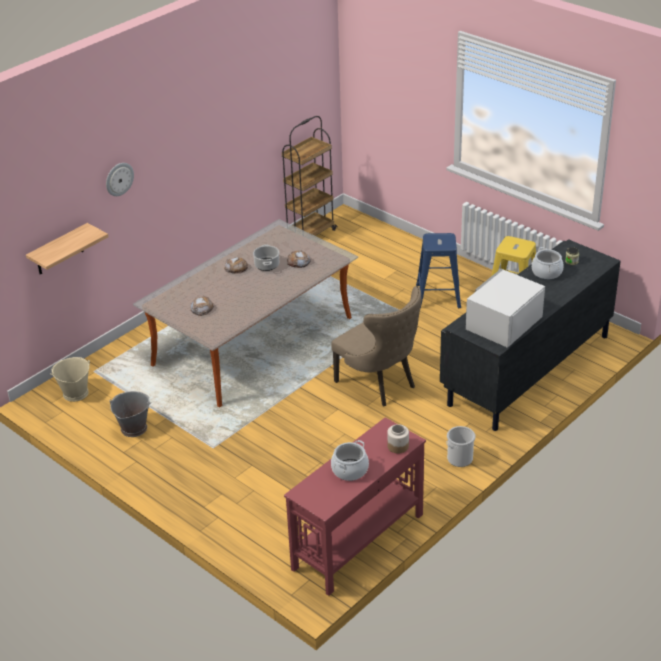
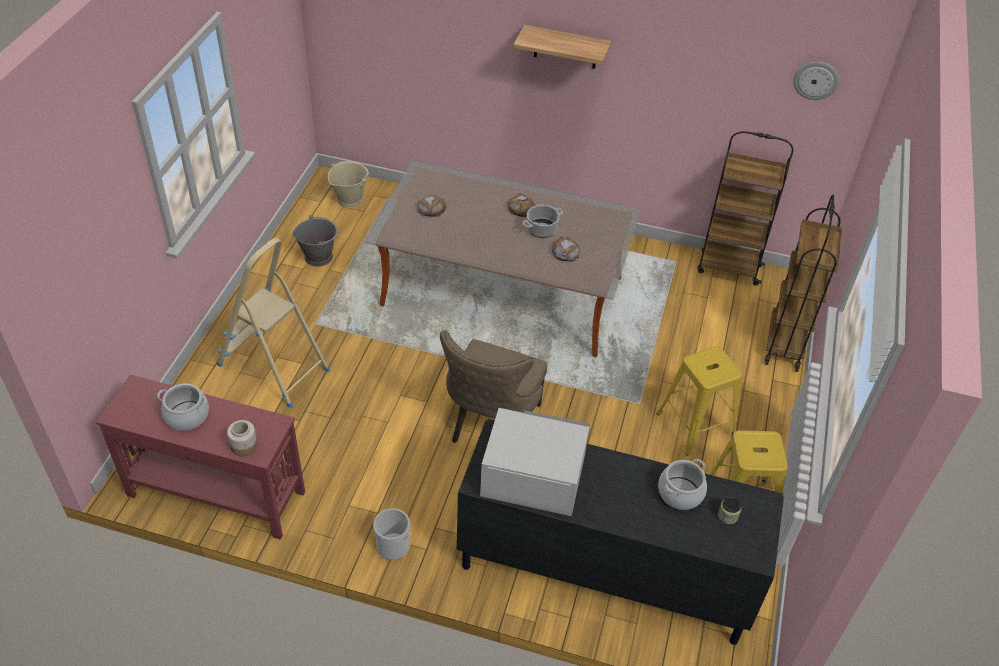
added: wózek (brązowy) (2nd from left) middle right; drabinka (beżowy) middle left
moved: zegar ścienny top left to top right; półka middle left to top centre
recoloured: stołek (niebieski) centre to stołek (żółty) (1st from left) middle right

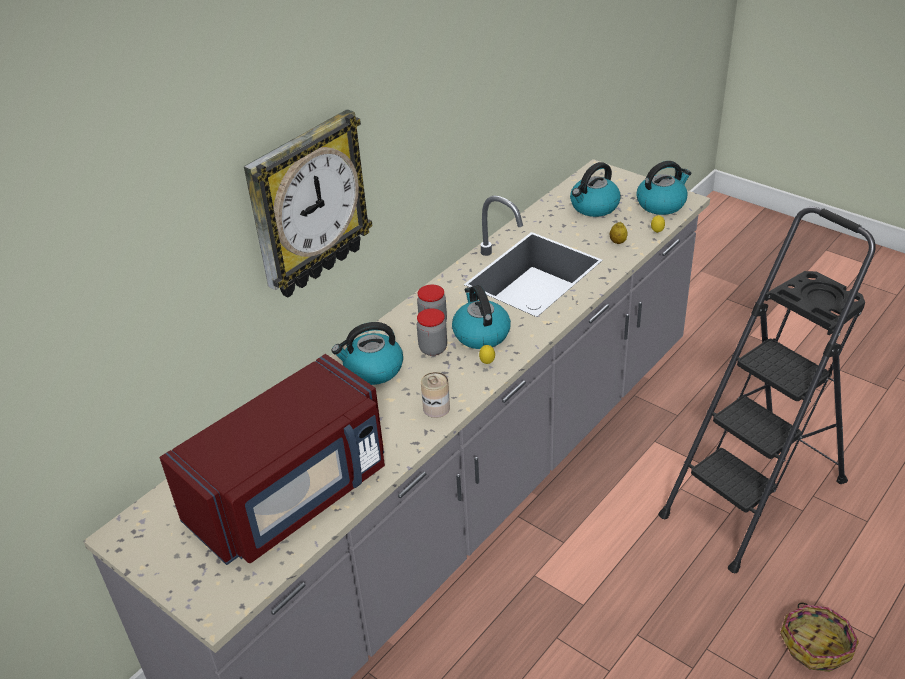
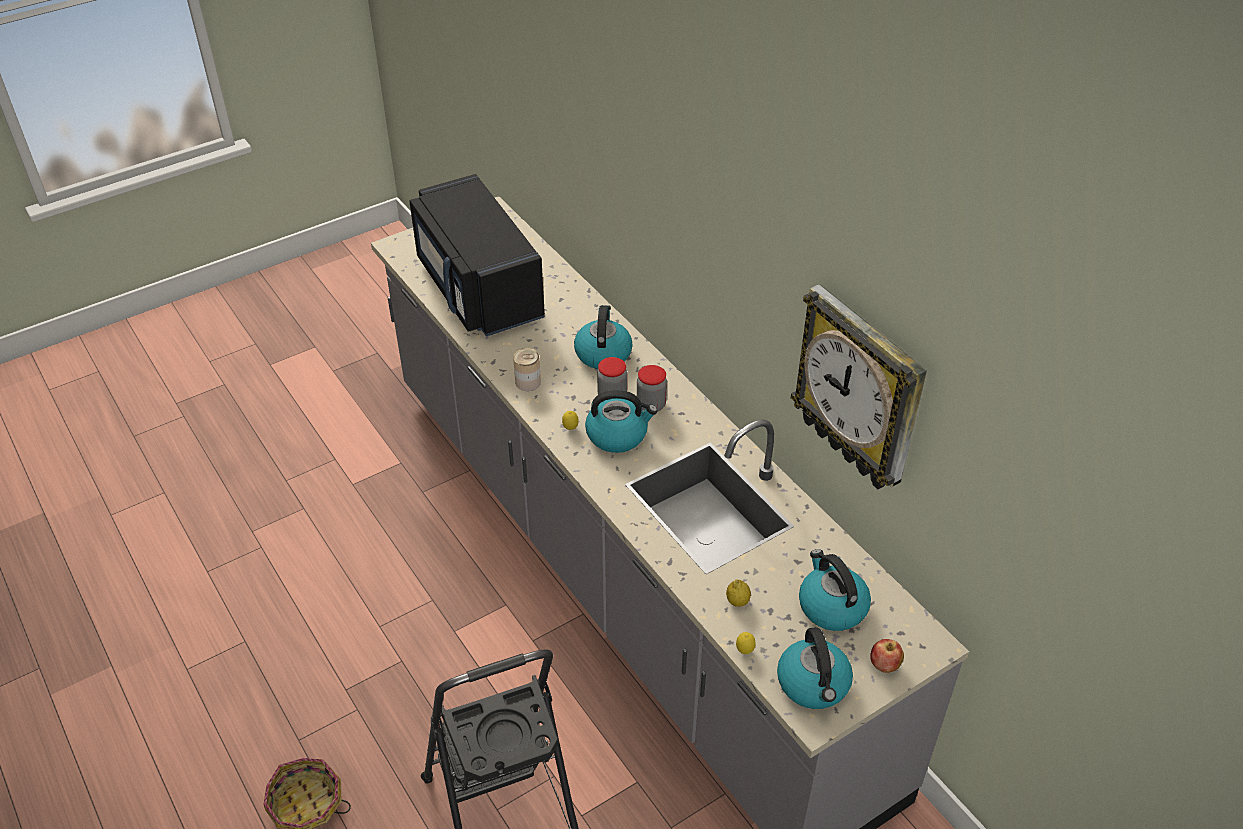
added: jabłko bottom right
moved: zegar ścienny top centre to middle right
recoloured: mikrofalówka (czerwony) bottom left to mikrofalówka (czarny) top centre

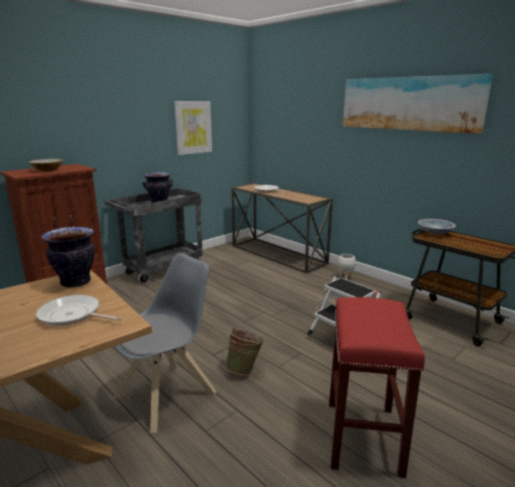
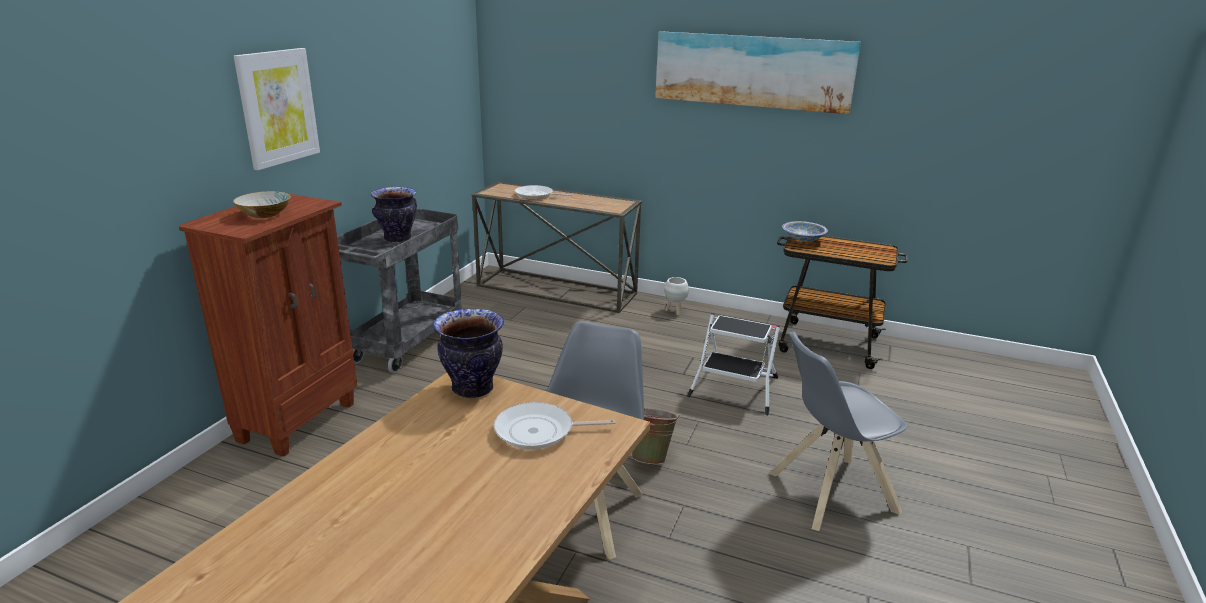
moved: obraz (1st from left) top centre to top left
replaced: stołek (czerwony) bottom right to krzesło (szary) (2nd from left) bottom right

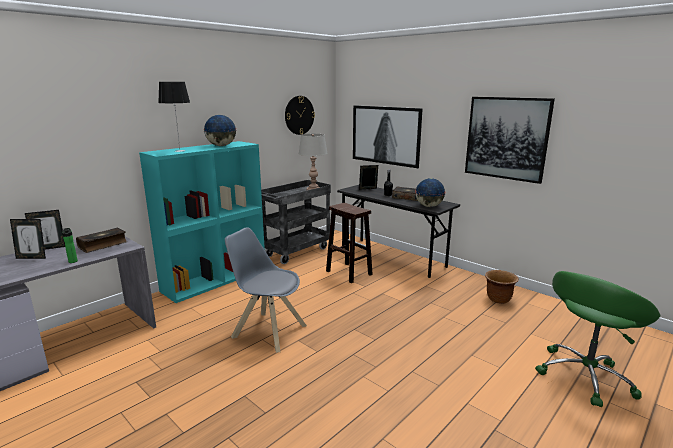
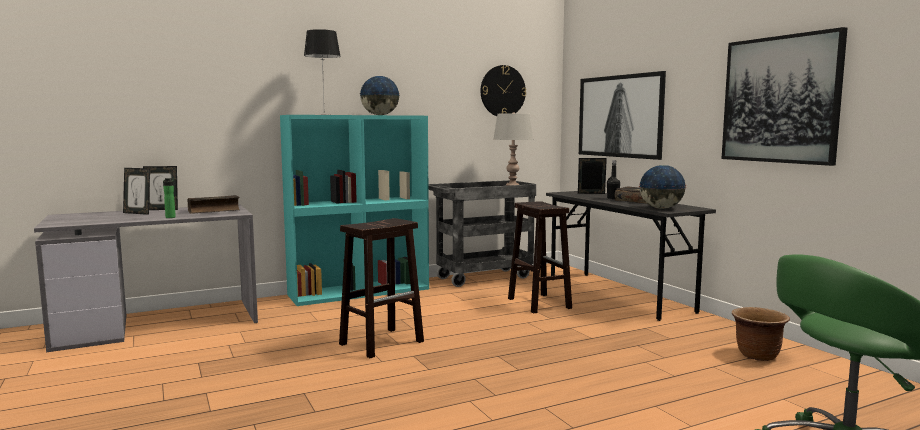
replaced: krzesło (szary) centre to stołek (brązowy) (1st from left) bottom centre

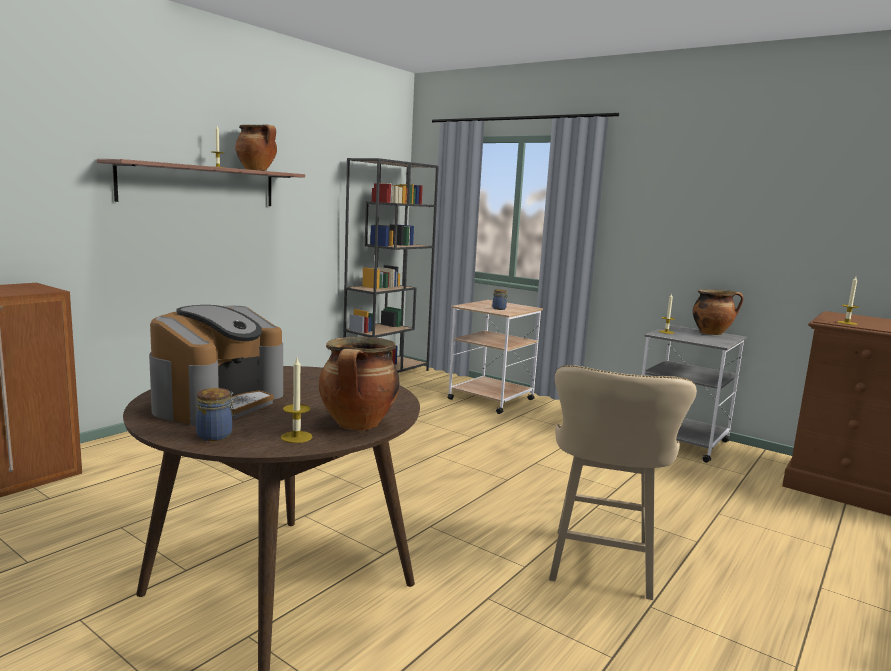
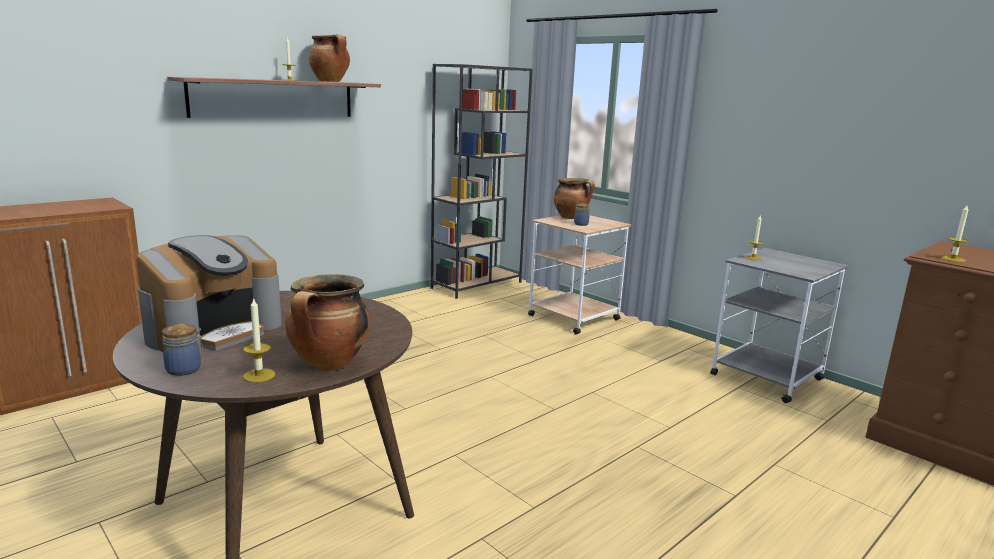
removed: stołek (beżowy) bottom right
moved: garnek (3rd from left) middle right to centre

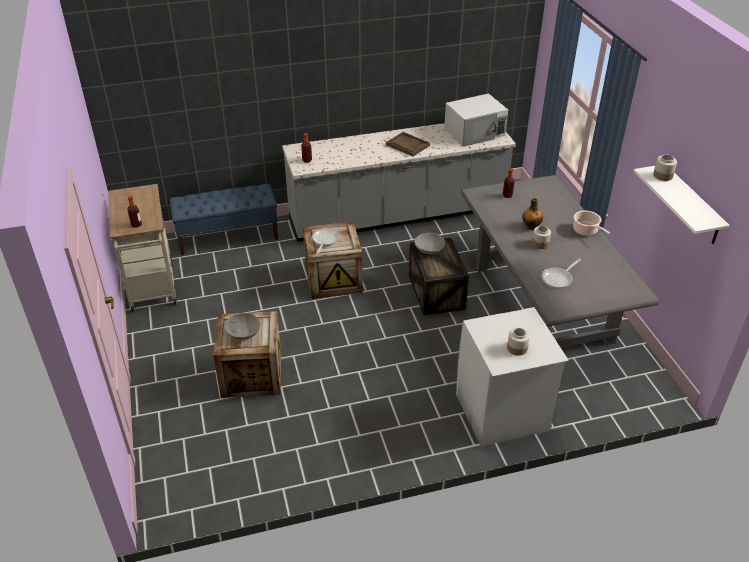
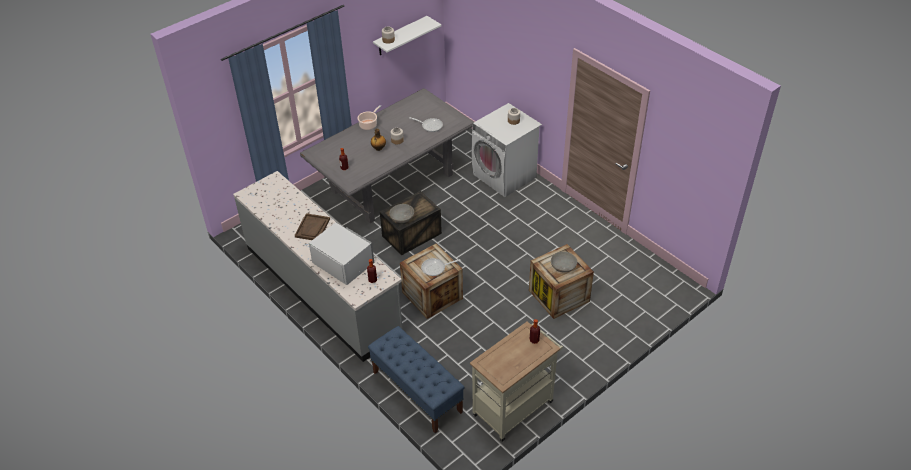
moved: mikrofalówka (biały) top centre to centre

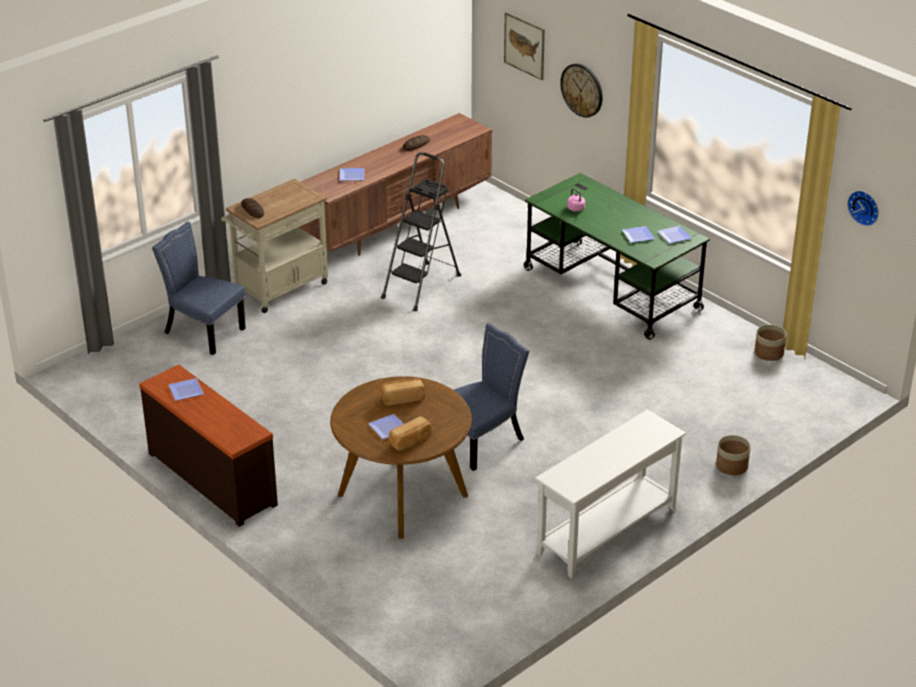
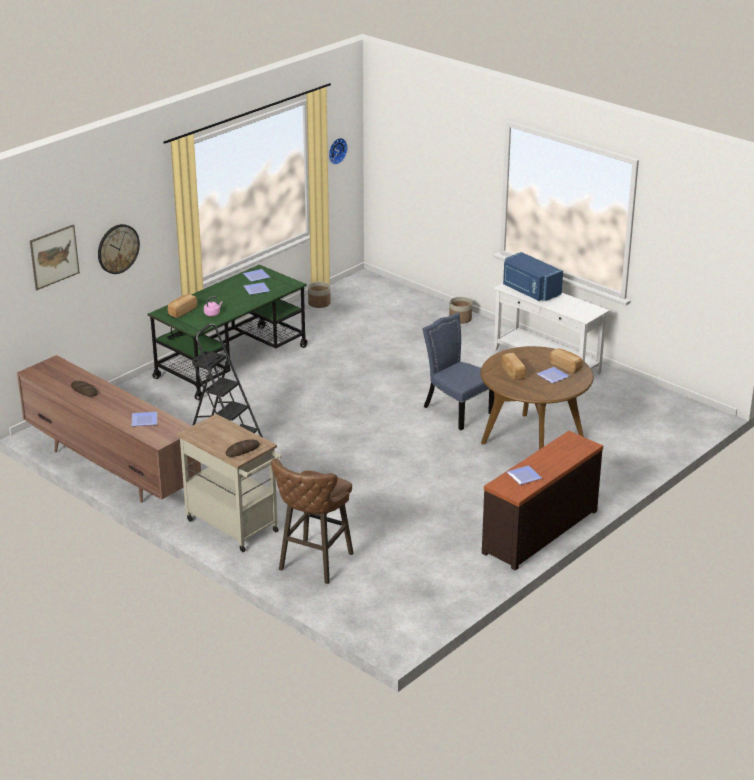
added: mikrofalówka (niebieski) middle right; chleb (2nd from left) middle left
replaced: krzesło (niebieski) (1st from left) middle left to stołek (brązowy) bottom centre

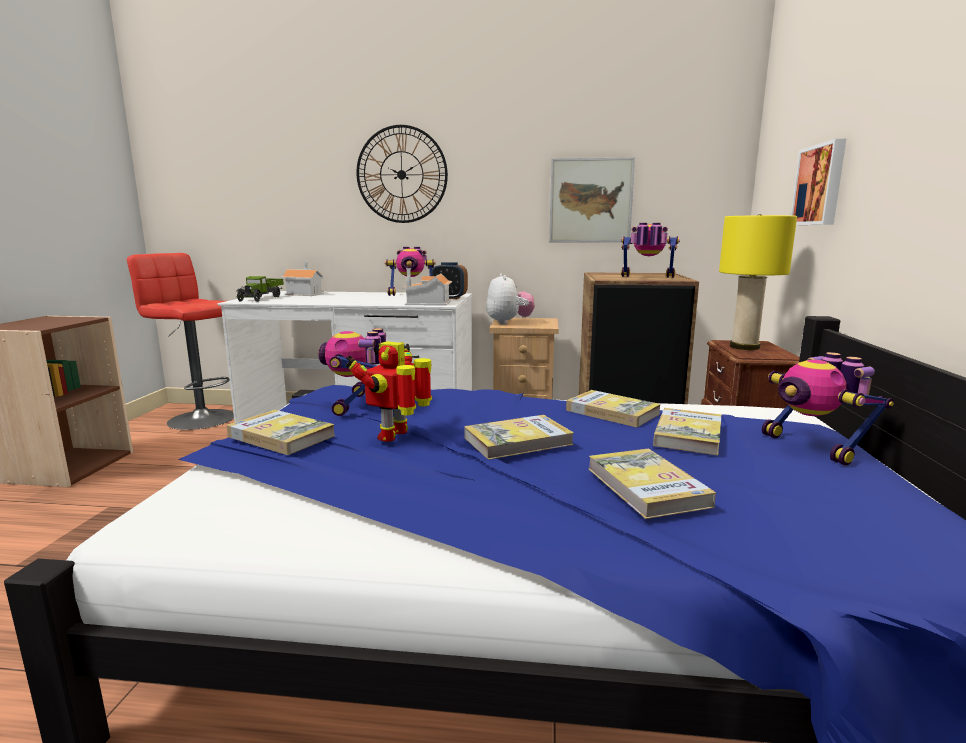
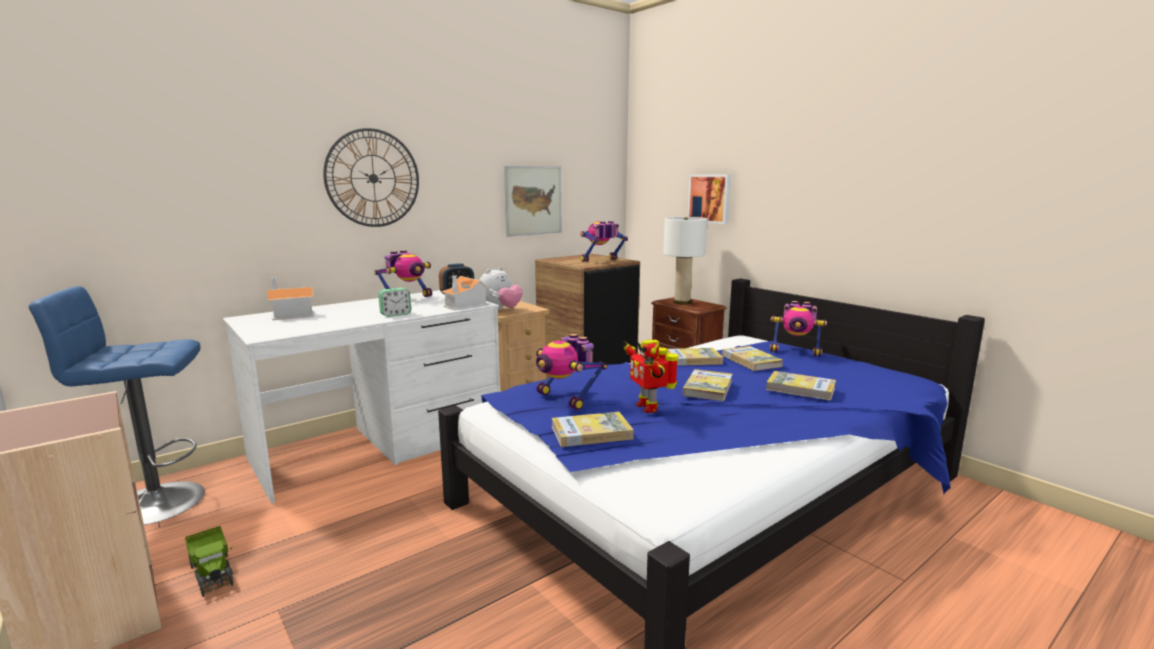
added: budzik (1st from left) centre
moved: ciężarówka zabawkowa middle left to bottom left
recoloured: lampa stołowa (żółty) middle right to lampa stołowa (biały) centre; stołek (czerwony) middle left to stołek (niebieski) middle left
turned: pluszak centre = centre 90 degrees clockwise

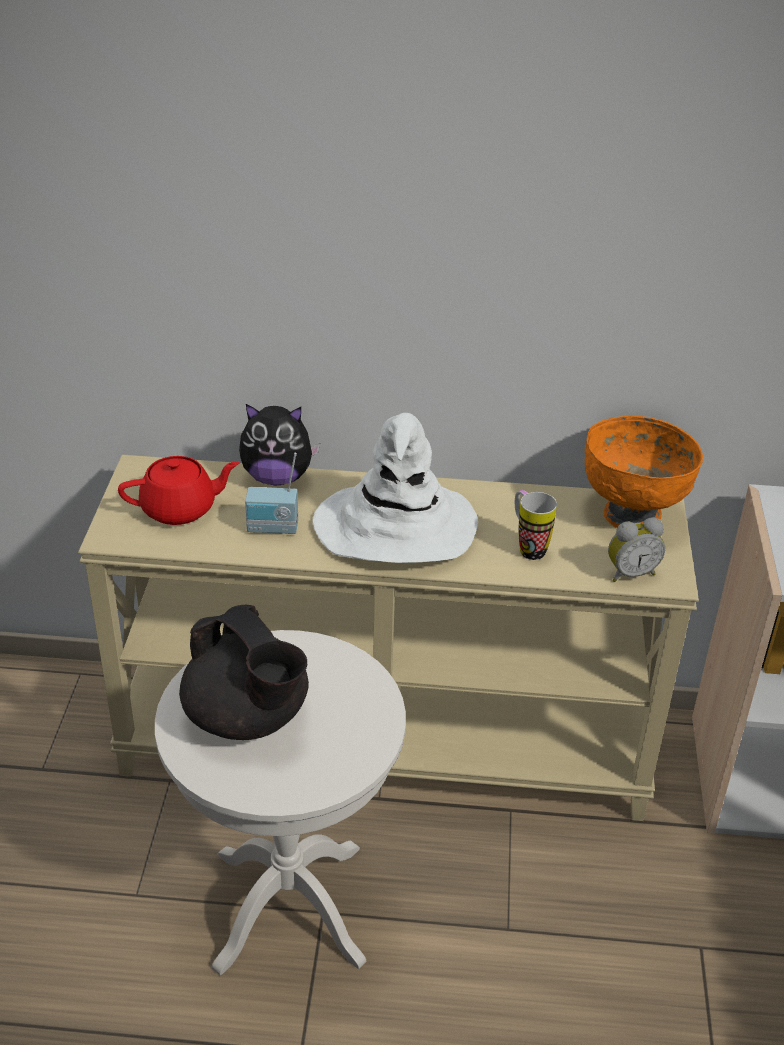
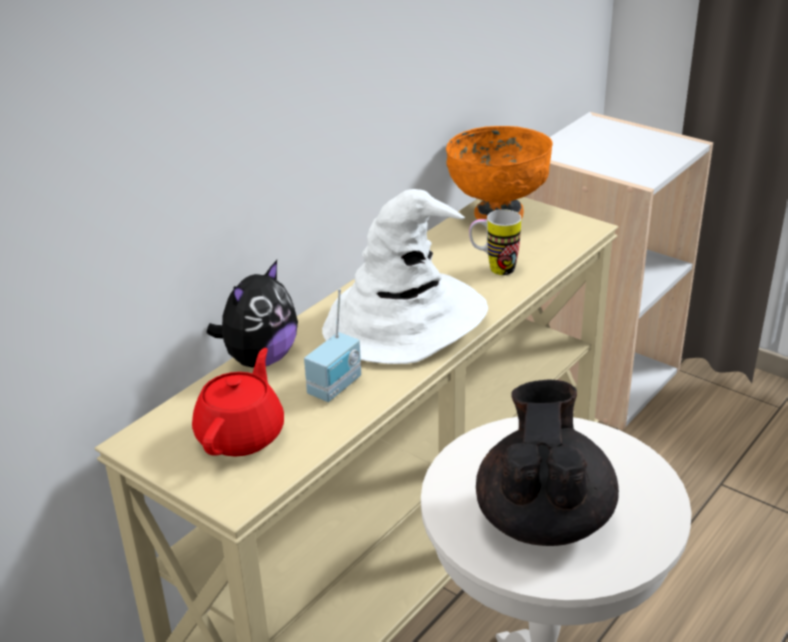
removed: budzik middle right
turned: imbryk (czarny) middle left = bottom right 75 degrees counterclockwise

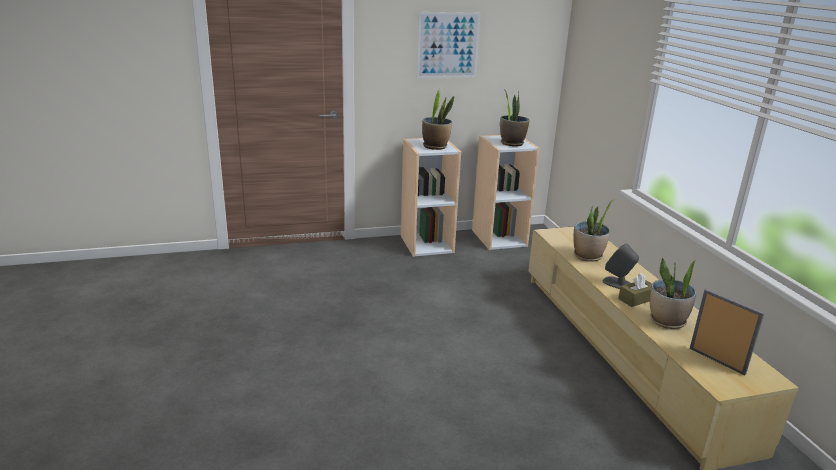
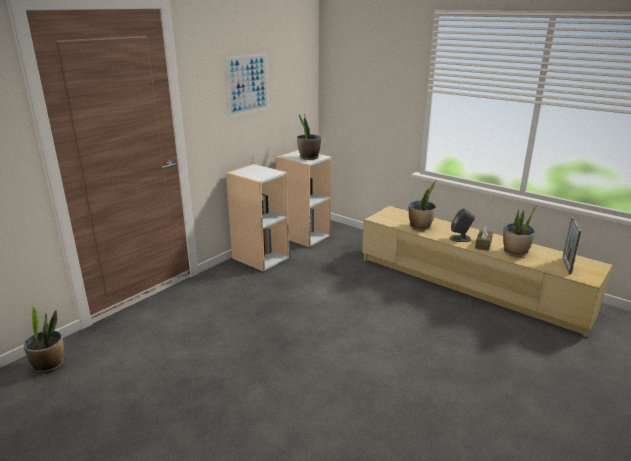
moved: roślina doniczkowa (1st from left) top centre to bottom left
turned: ramka na zdjęcie bottom right = middle right 90 degrees counterclockwise

